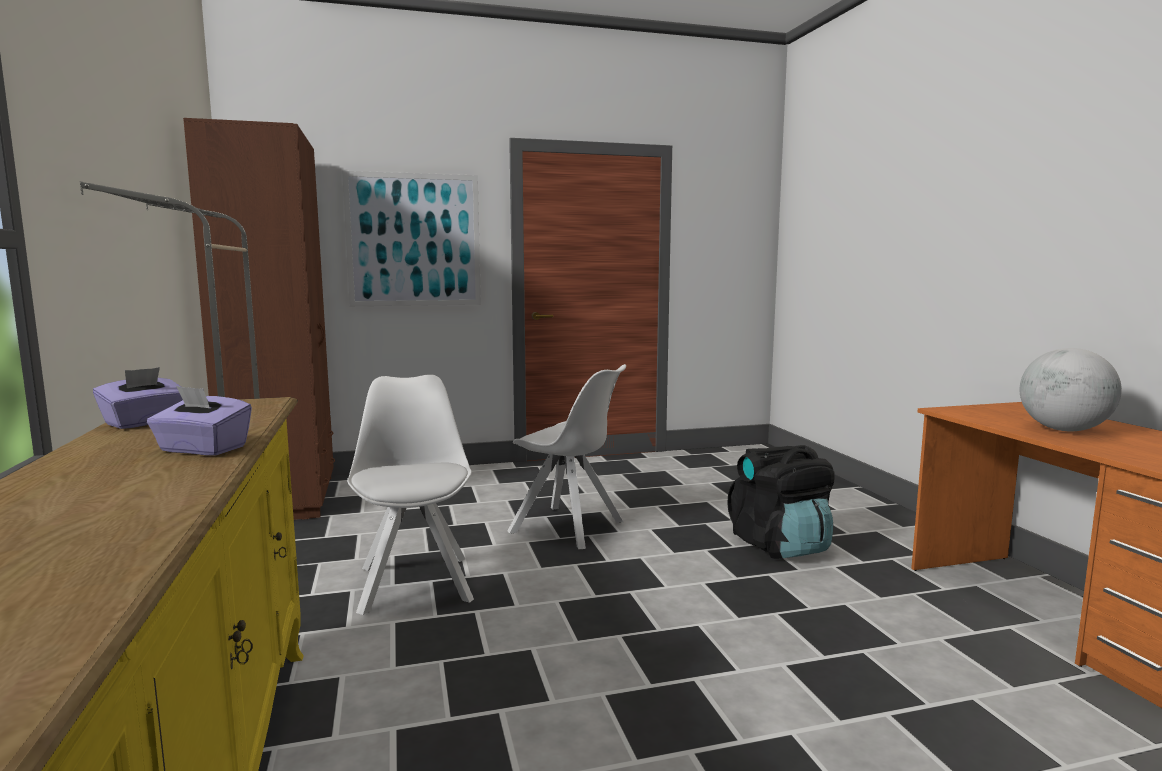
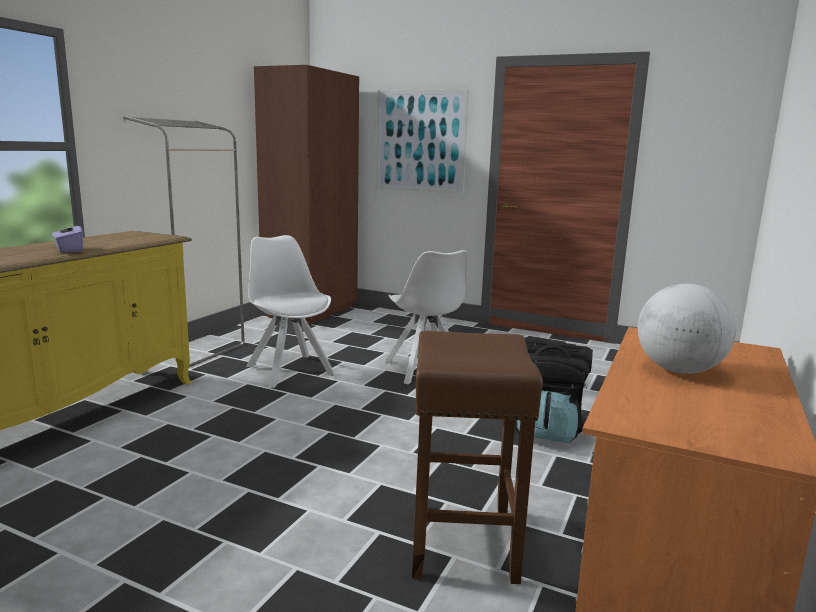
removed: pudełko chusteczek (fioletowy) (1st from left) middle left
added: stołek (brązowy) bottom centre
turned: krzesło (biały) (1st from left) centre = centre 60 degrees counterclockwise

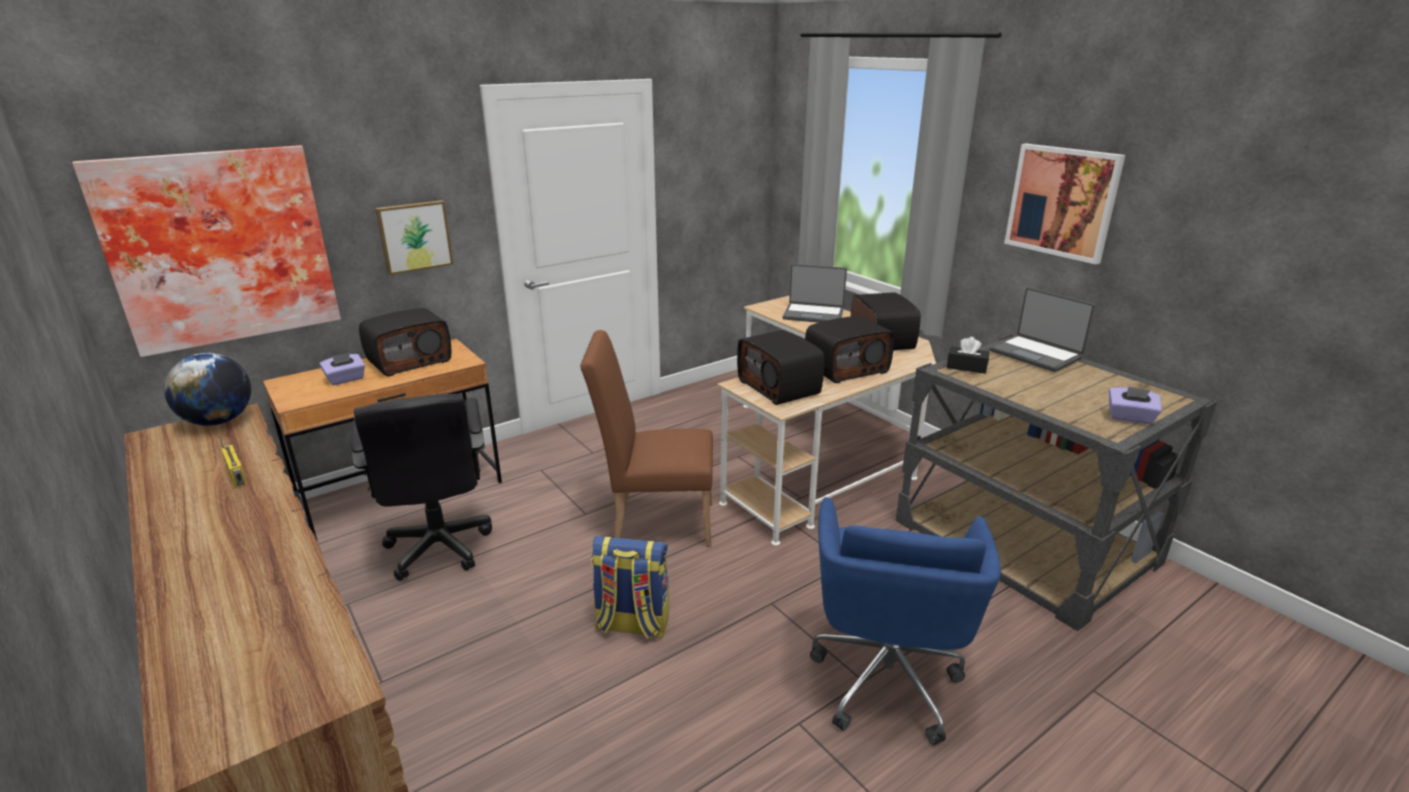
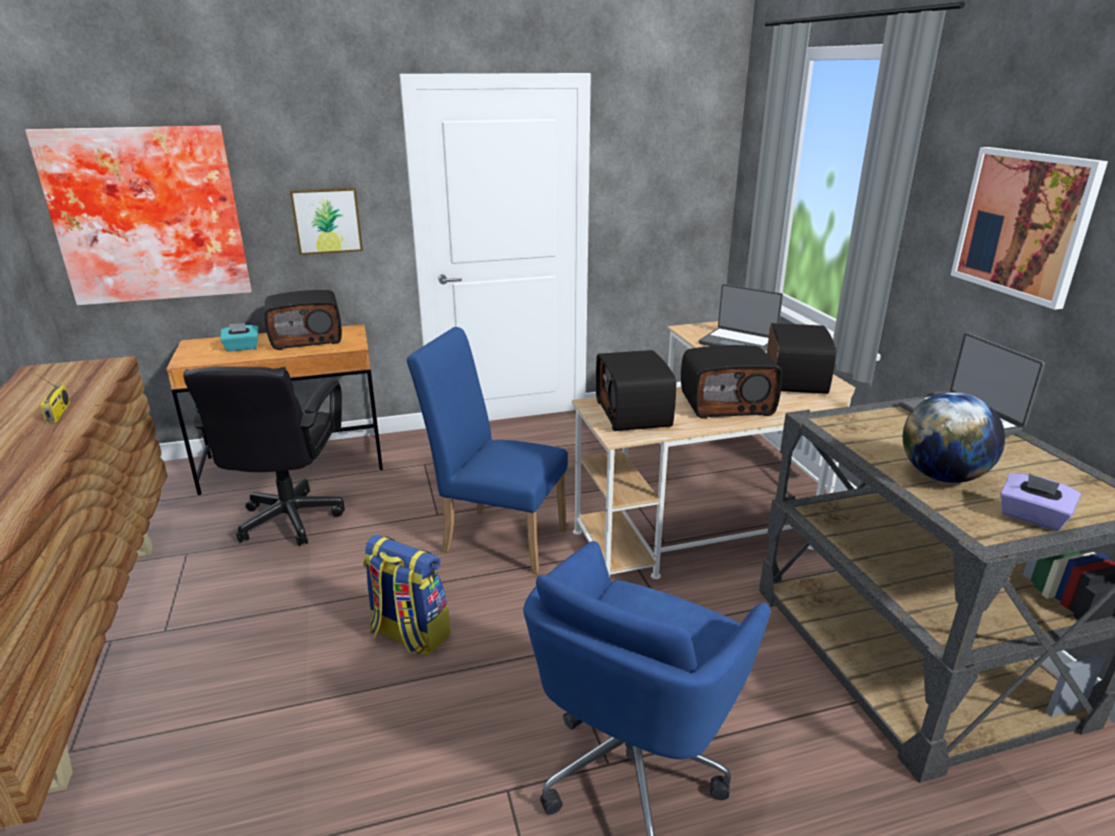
removed: pudełko chusteczek (czarny) middle right
moved: globus middle left to middle right
recoloured: krzesło (brązowy) centre to krzesło (niebieski) centre; pudełko chusteczek (fioletowy) (1st from left) middle left to pudełko chusteczek (turkusowy) middle left

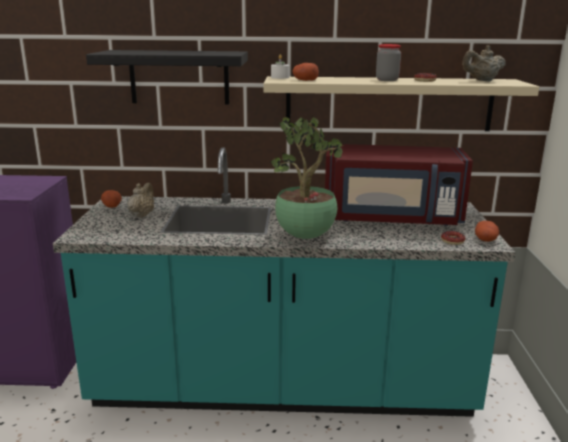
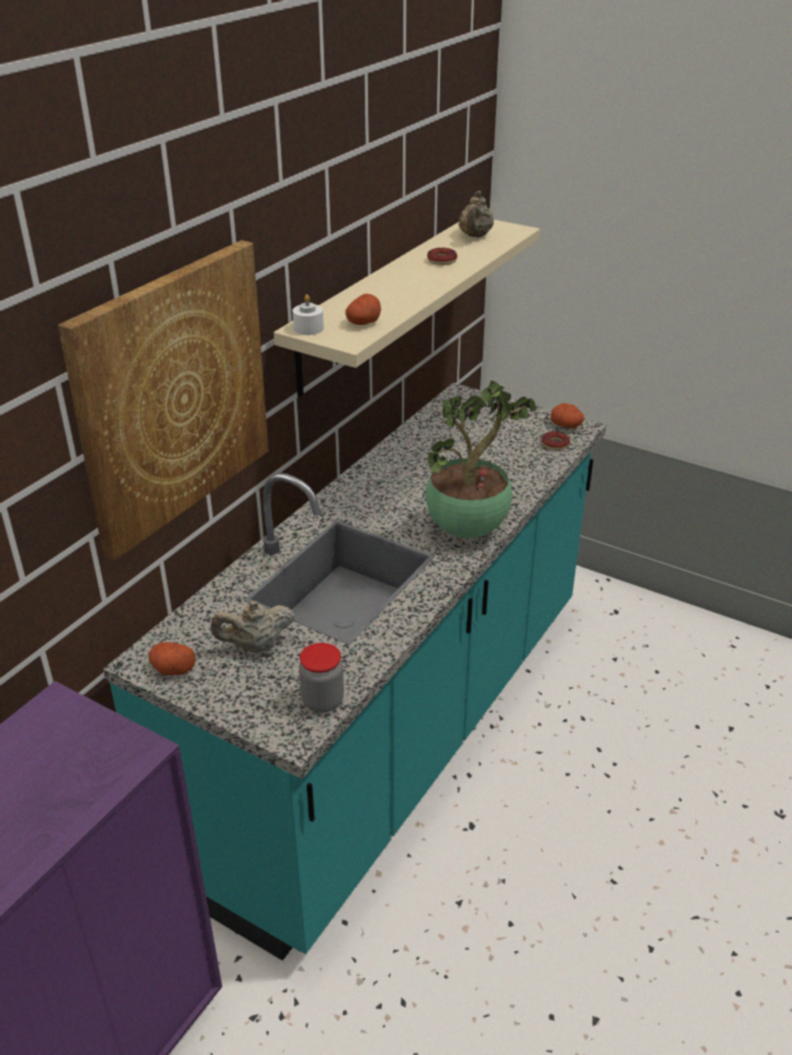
removed: mikrofalówka (czerwony) middle right
moved: słoik top right to centre
replaced: półka (czarny) top left to obraz middle left
turned: imbryk (beżowy) (1st from left) middle left = middle left 60 degrees counterclockwise

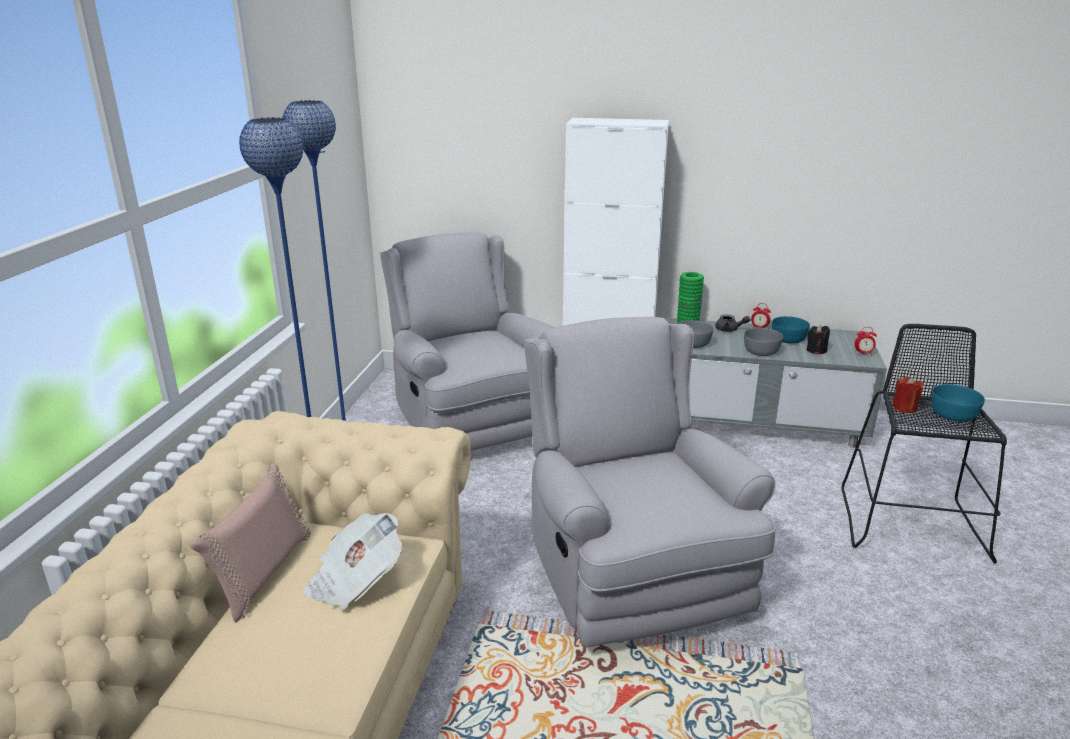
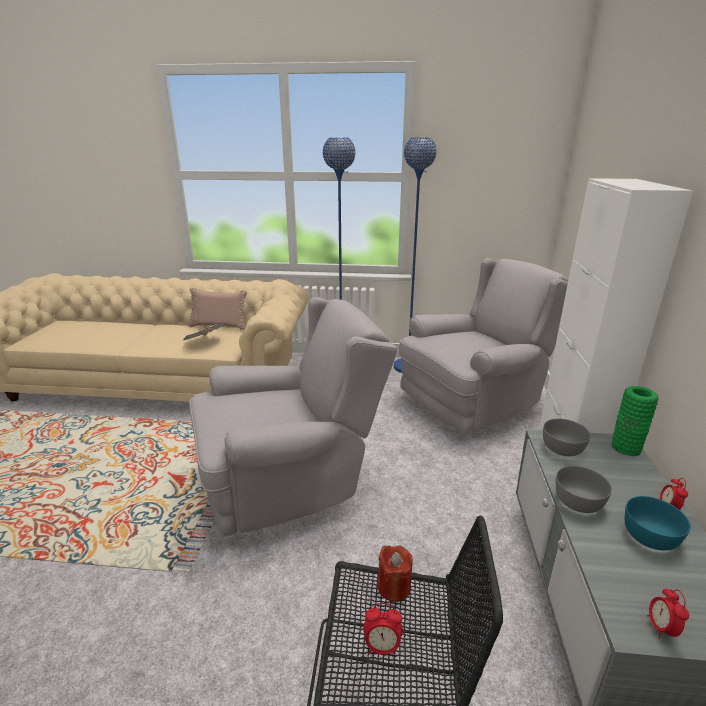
removed: imbryk (szary) middle right; świeca (czarny) middle right
replaced: miska (turkusowy) (2nd from left) middle right to budzik (1st from left) bottom centre

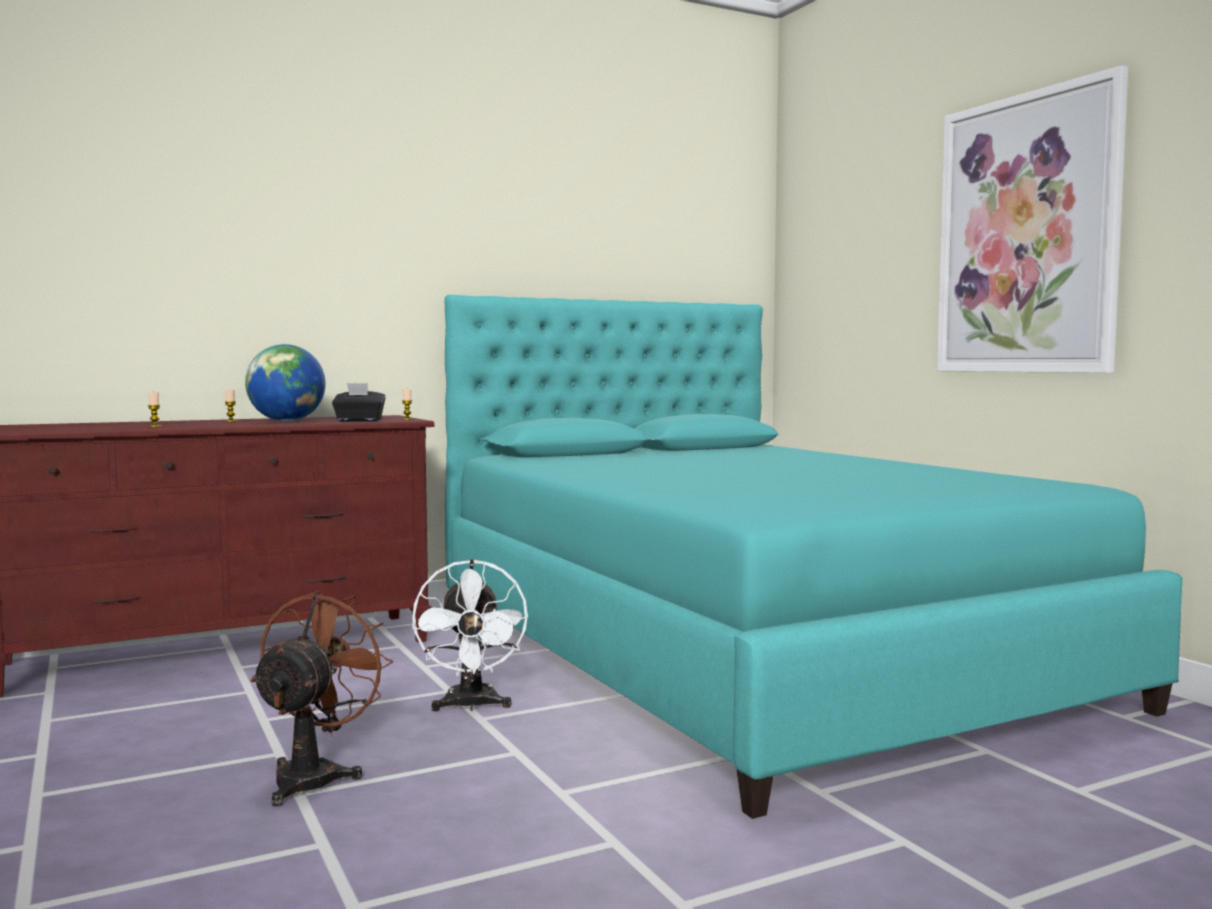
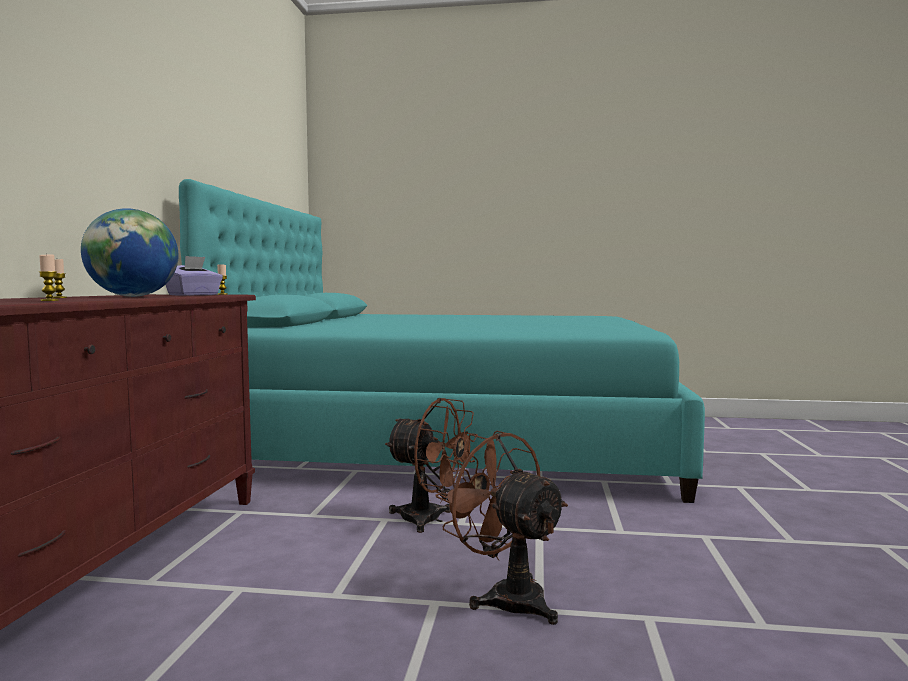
removed: obraz top right
recoloured: pudełko chusteczek (czarny) middle left to pudełko chusteczek (fioletowy) middle left; wentylator (biały) bottom centre to wentylator (brązowy) (1st from left) bottom centre

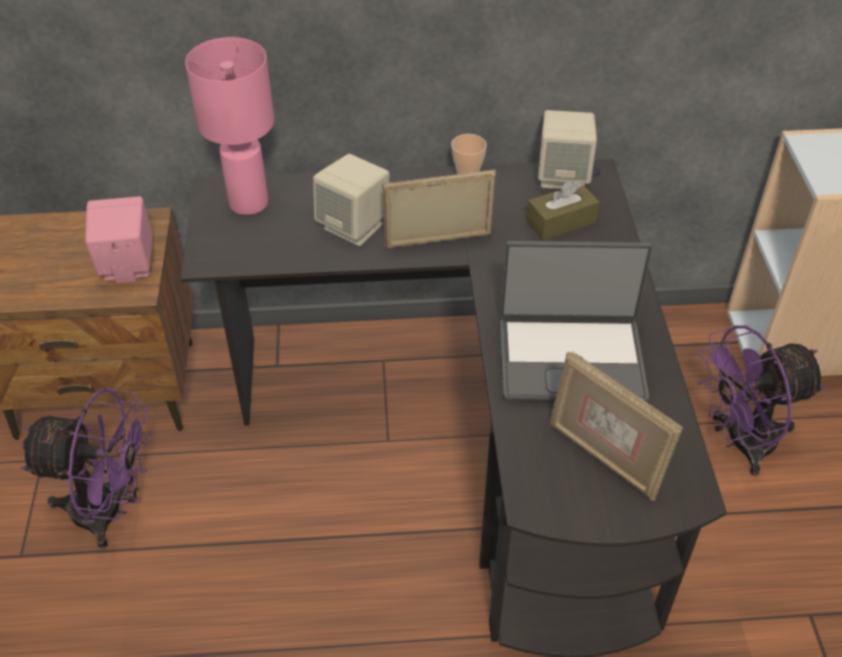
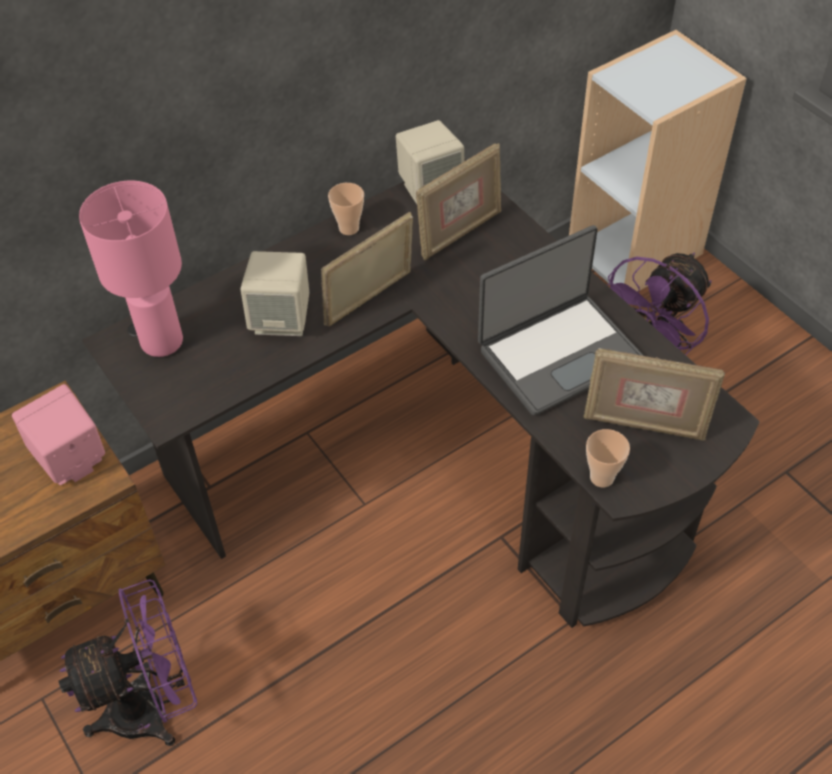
added: filiżanka (2nd from left) middle right
replaced: pudełko chusteczek (brązowy) top right to ramka na zdjęcie (2nd from left) top centre

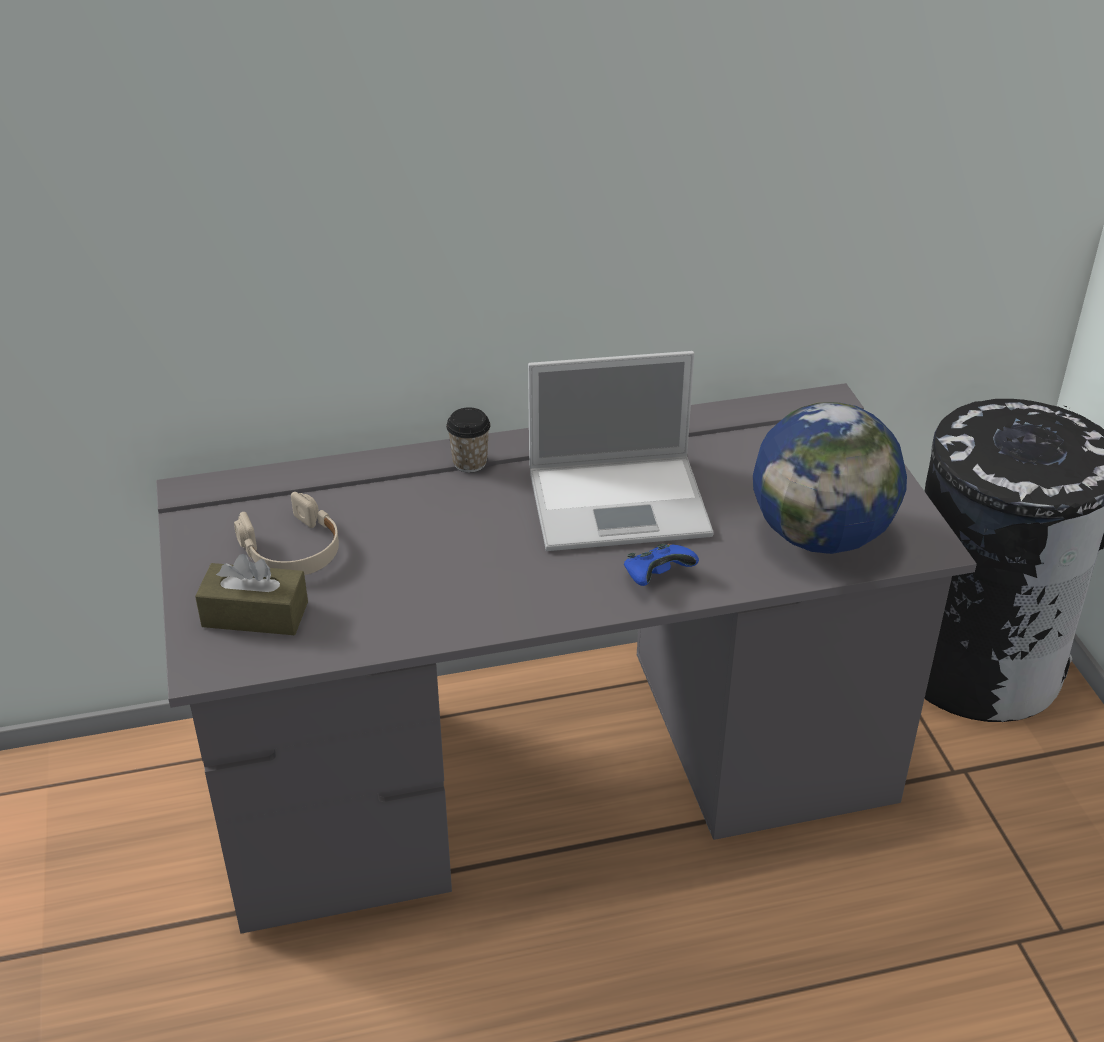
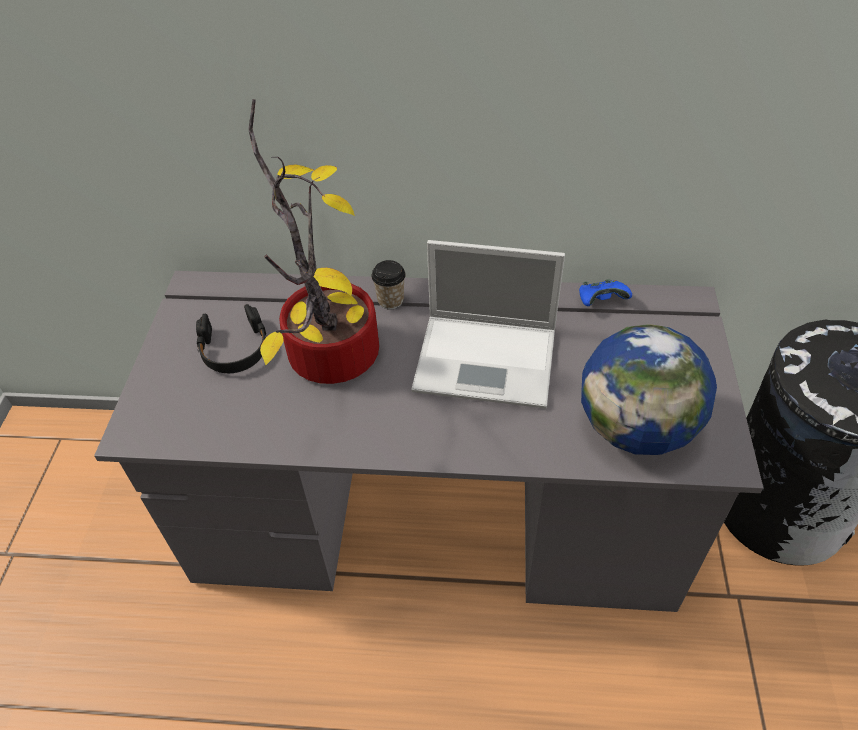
removed: pudełko chusteczek (brązowy) middle left
added: roślina doniczkowa top centre
moved: pad do gier (niebieski) centre to middle right
recoloured: słuchawki (beżowy) middle left to słuchawki (czarny) middle left

